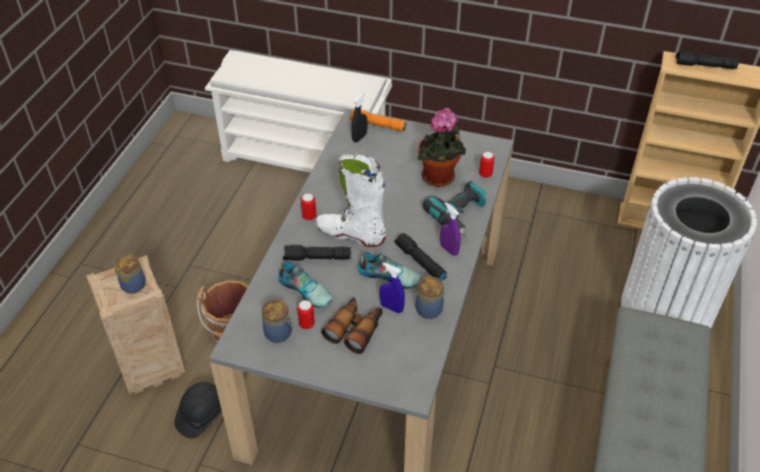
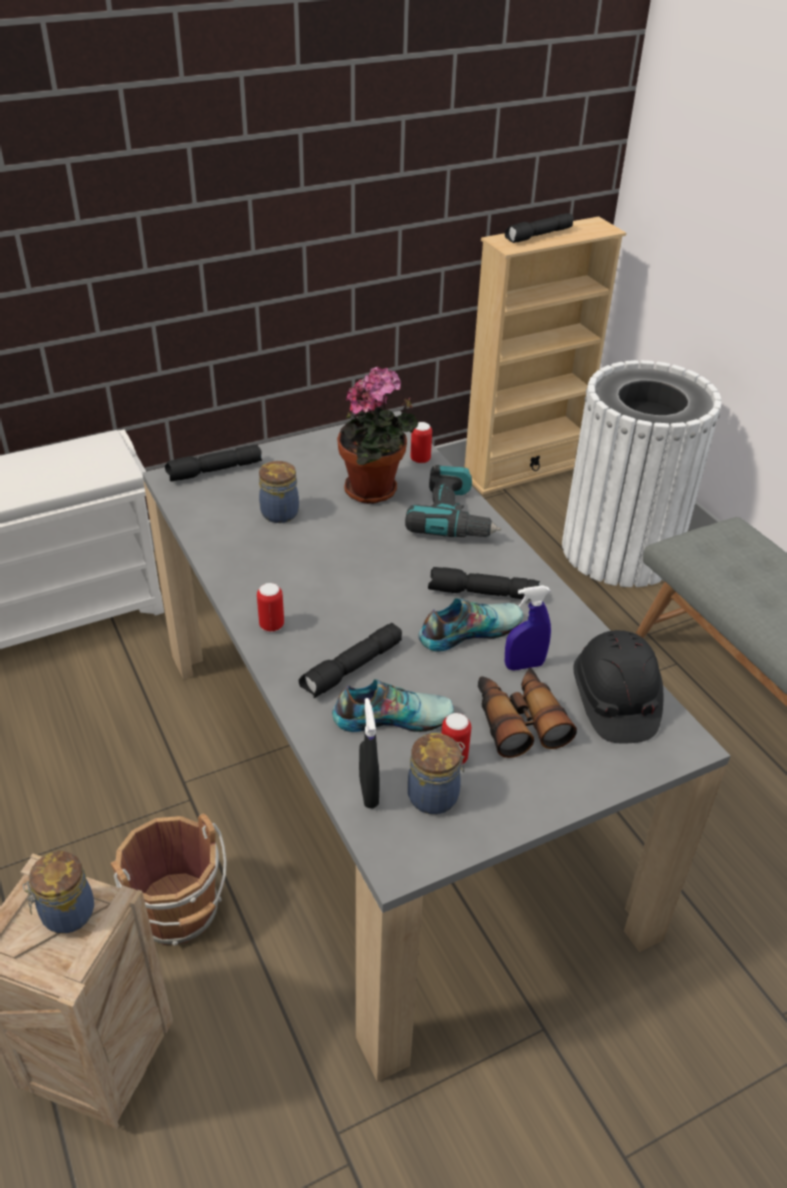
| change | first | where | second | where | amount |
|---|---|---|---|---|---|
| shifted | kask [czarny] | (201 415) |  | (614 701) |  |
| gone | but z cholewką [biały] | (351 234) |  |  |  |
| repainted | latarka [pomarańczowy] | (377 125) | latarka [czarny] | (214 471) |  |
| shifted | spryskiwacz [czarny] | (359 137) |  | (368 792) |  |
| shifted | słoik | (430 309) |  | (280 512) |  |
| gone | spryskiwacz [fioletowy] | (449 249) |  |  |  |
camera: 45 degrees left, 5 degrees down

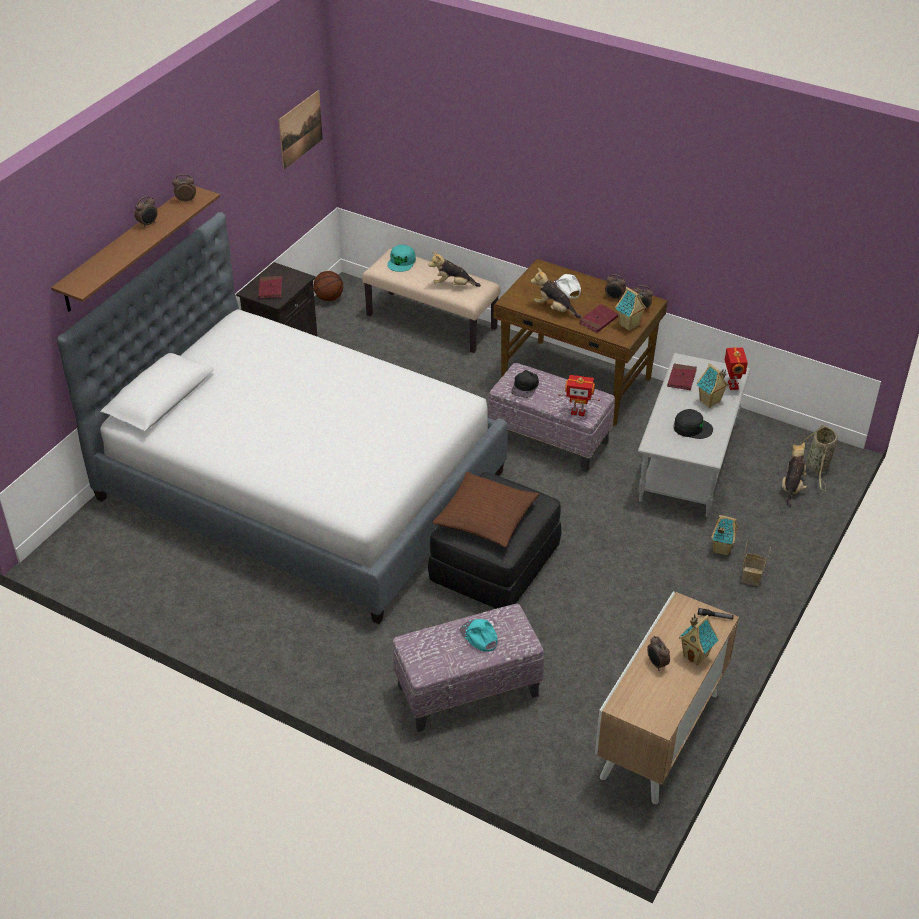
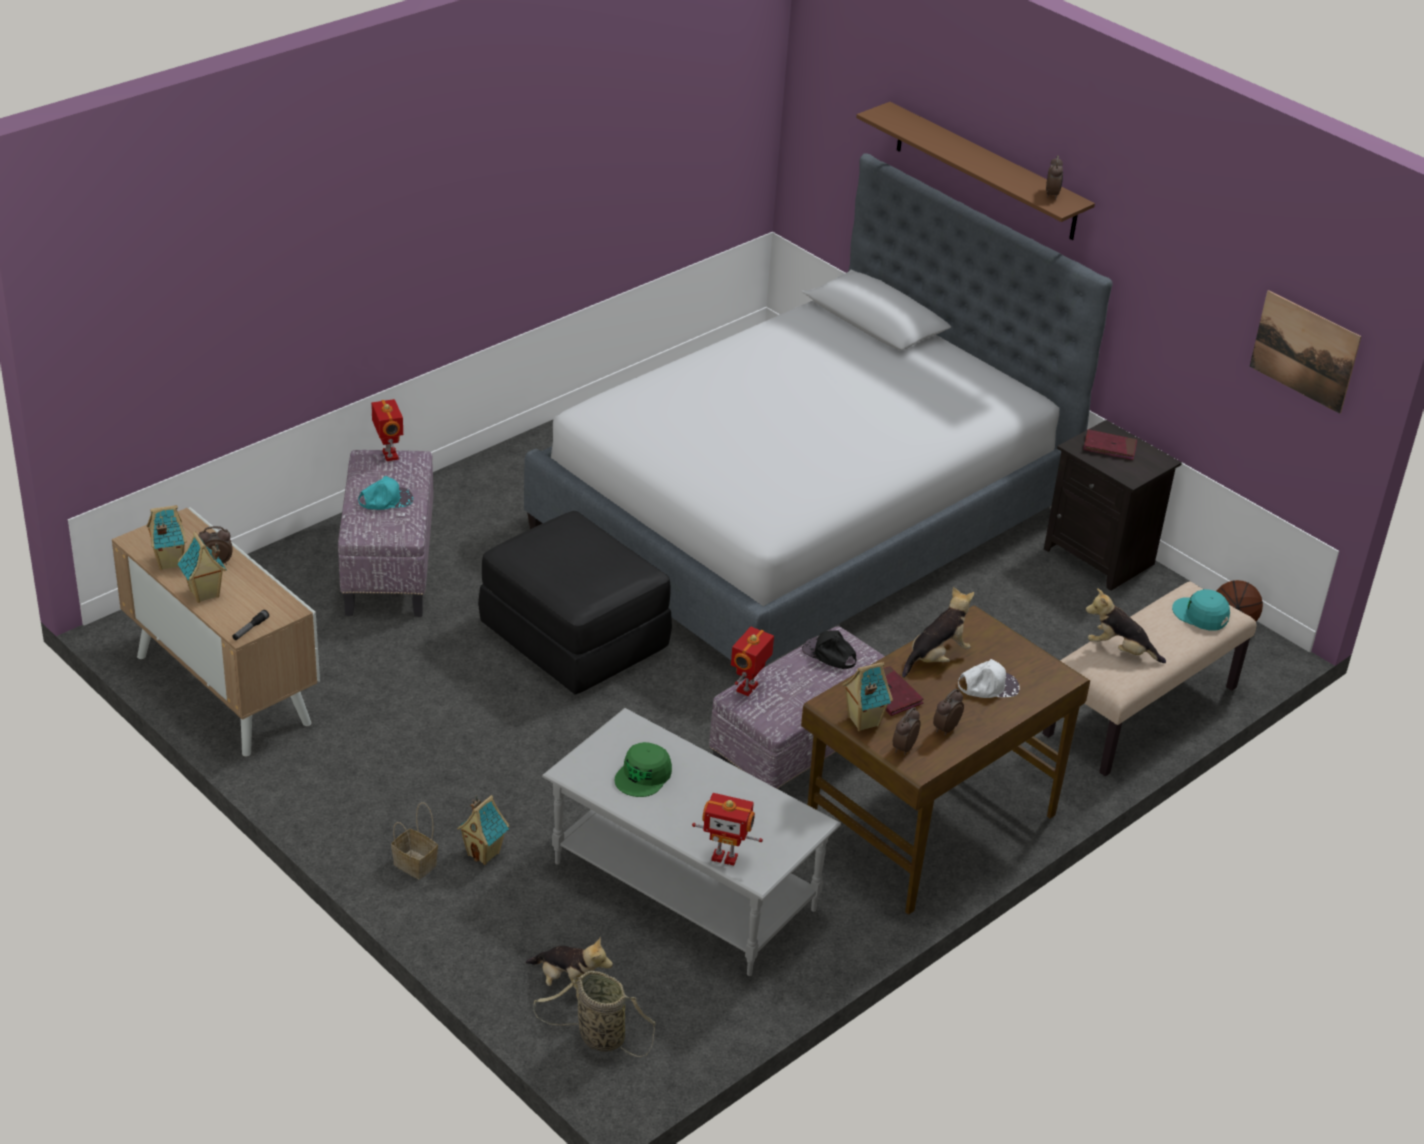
| change | first | where | second | where | amount |
|---|---|---|---|---|---|
| gone | budzik | (148 224) |  |  |  |
| rotated | pluszak | (453 285) |  | (1120 650) | 90 degrees counterclockwise |
| gone | poduszka [brązowy] | (485 517) |  |  |  |
| gone | książka [czerwony] | (681 378) |  |  |  |
| repainted | czapka z daszkiem [czarny] | (692 428) | czapka z daszkiem [zielony] | (643 775) |  |
| shifted | domek | (710 402) |  | (168 562) |  |
| new |  |  | robot zabawkowy | (389 455) |  |
camera: 105 degrees right, 5 degrees down

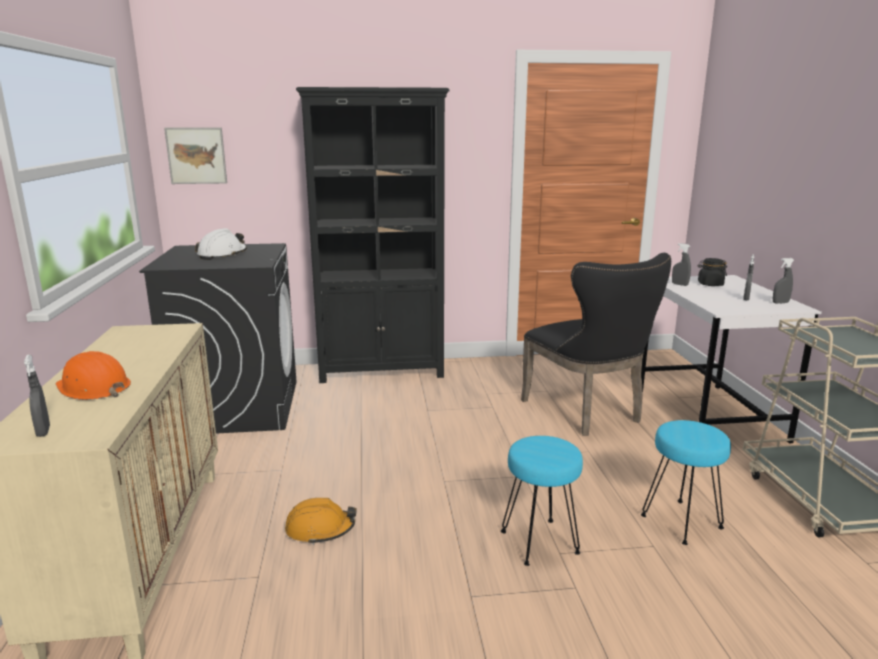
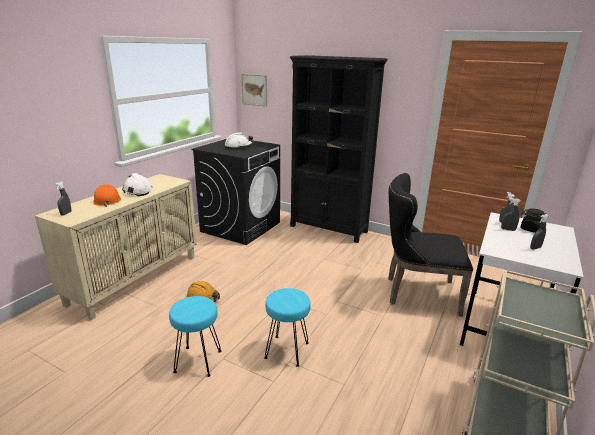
| change | first | where | second | where | amount |
|---|---|---|---|---|---|
| rotated | krzesło [czarny] | (588 412) |  | (416 293) | 90 degrees clockwise |
| shifted | stołek [turkusowy] | (681 521) |  | (198 361) |  |
| shifted | spryskiwacz [szary] | (780 303) |  | (508 229) |  |
| new |  |  | kask [biały] | (137 191) |  |
camera: 35 degrees right, 5 degrees up

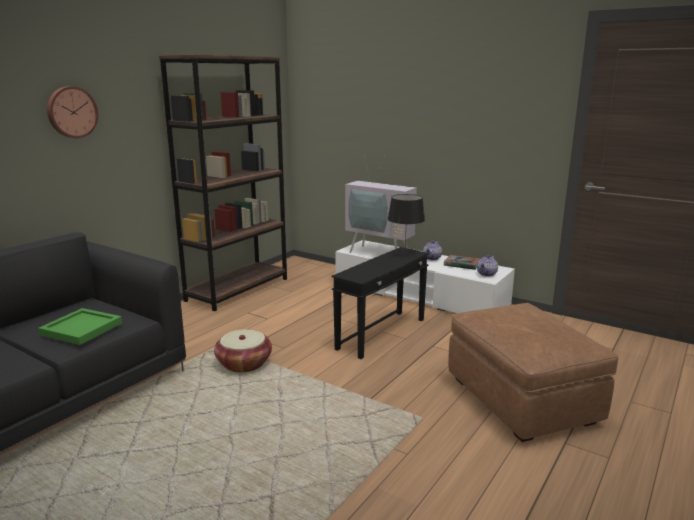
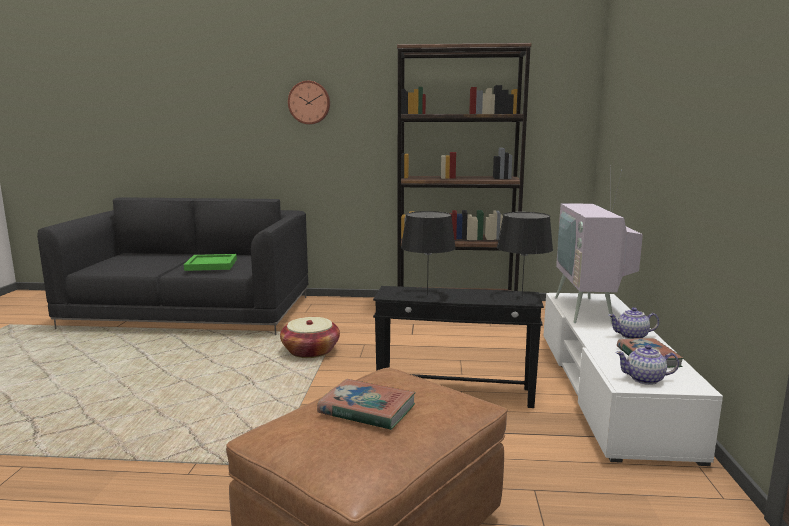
| change | first | where | second | where | amount |
|---|---|---|---|---|---|
| new |  |  | książka | (367 409) |  |
| new |  |  | lampa stołowa [czarny] | (428 295) |  |
camera: 60 degrees right, 5 degrees down

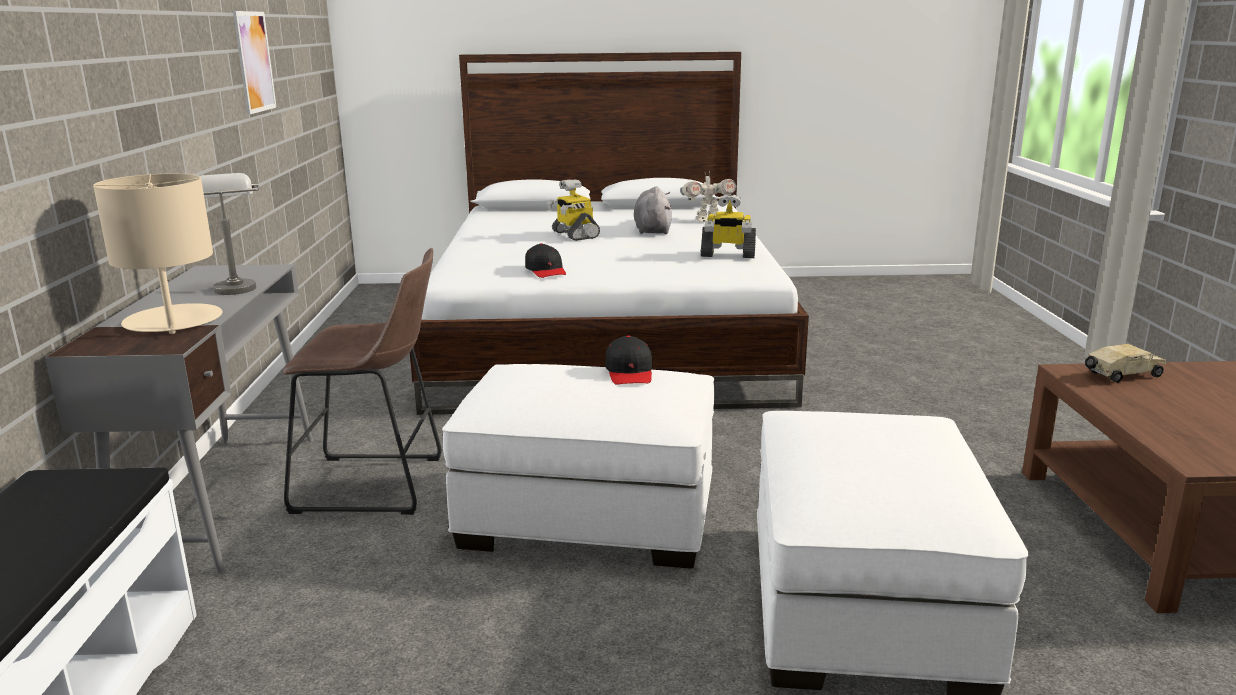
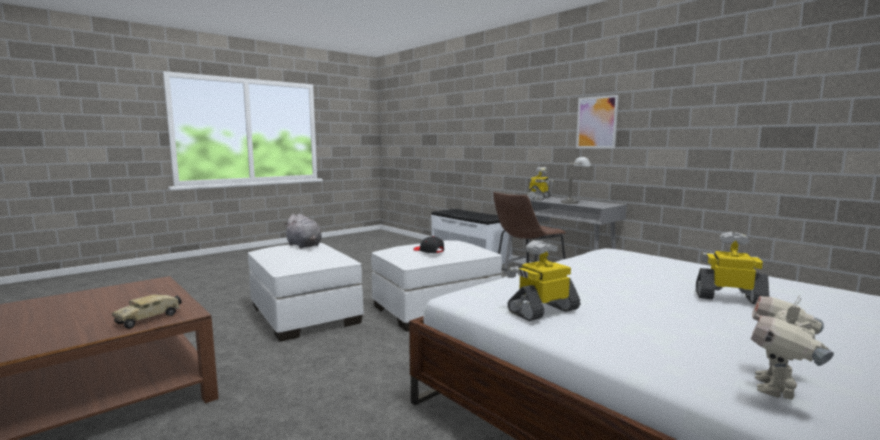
| change | first | where | second | where | amount |
|---|---|---|---|---|---|
| swapped | lampa stołowa [beżowy] | (173 321) | robot zabawkowy | (539 198) |  |
| shifted | obraz | (254 62) |  | (596 122) |  |
| gone | czapka z daszkiem [czarny] | (546 270) |  |  |  |
| shifted | pluszak [szary] | (652 230) |  | (304 246) |  |
camera: 140 degrees right, 10 degrees down

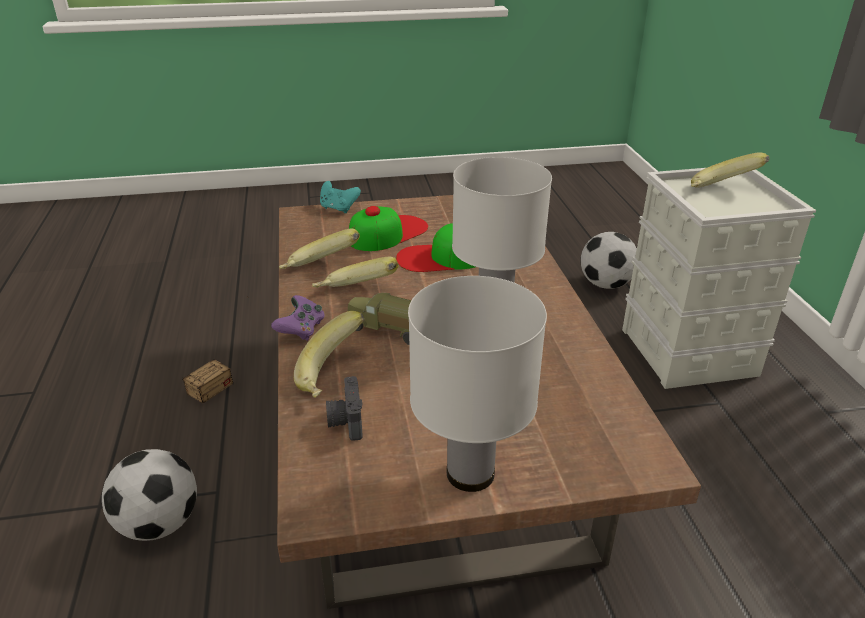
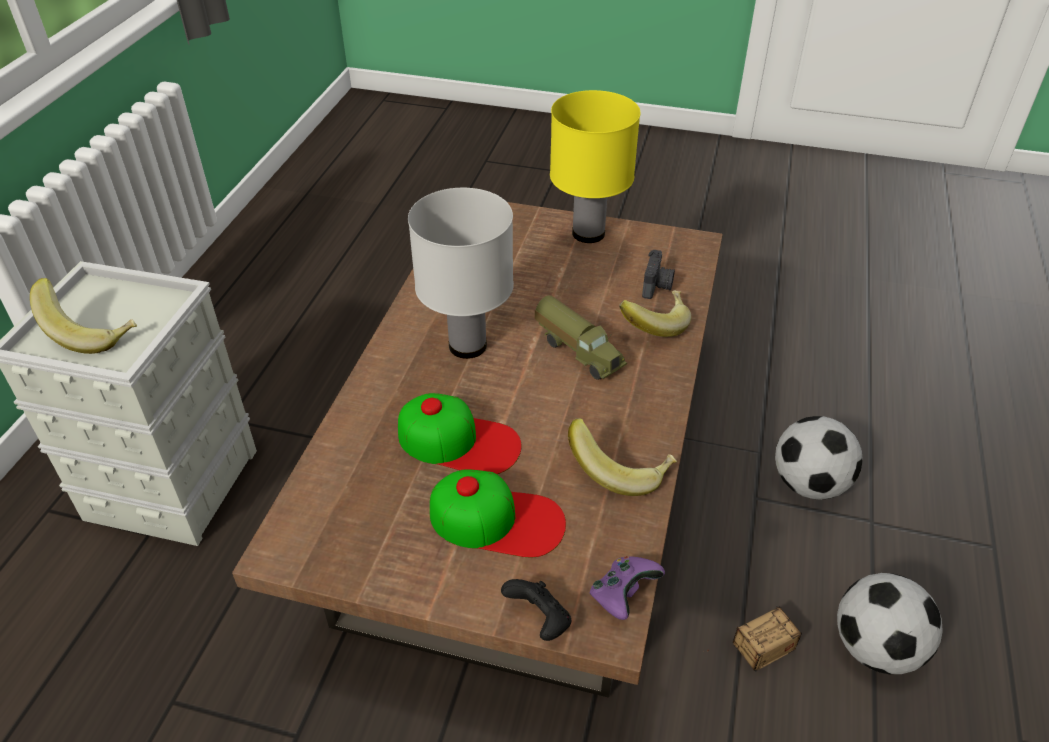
| change | first | where | second | where | amount |
|---|---|---|---|---|---|
| shifted | pad do gier [fioletowy] | (301 330) |  | (623 595) |  |
| gone | banan | (356 294) |  |  |  |
| repainted | pad do gier [turkusowy] | (338 208) | pad do gier [czarny] | (539 620) |  |
| rotated | czapka z daszkiem | (388 233) |  | (497 519) | 150 degrees counterclockwise |
| repainted | lampa stołowa [biały] | (470 474) | lampa stołowa [żółty] | (589 233) |  |
| shifted | piłka futbolowa | (605 284) |  | (876 648) |  |
camera: 155 degrees left, 10 degrees up

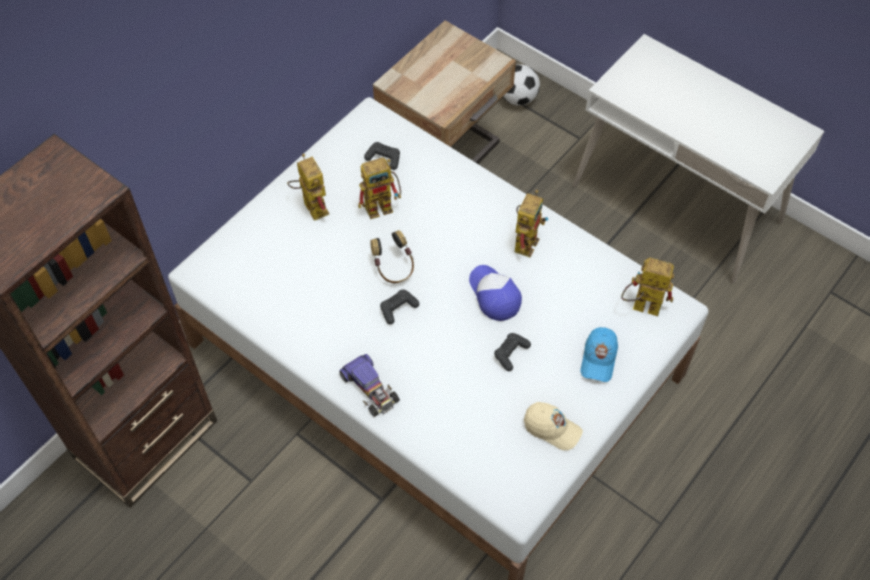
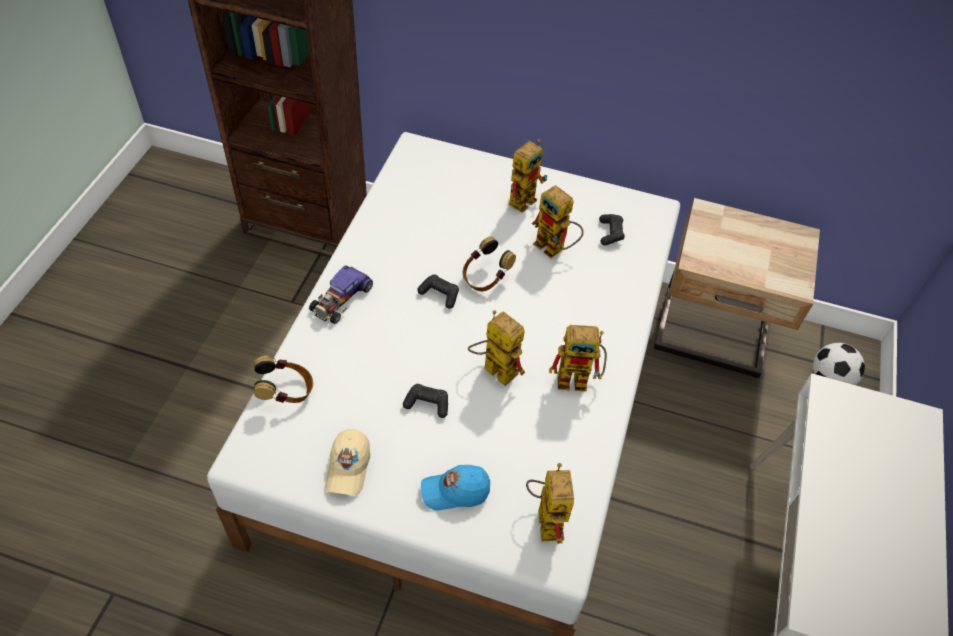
| change | first | where | second | where | amount |
|---|---|---|---|---|---|
| swapped | czapka z daszkiem | (494 295) | robot zabawkowy | (493 369) |  |
| new |  |  | słuchawki | (286 392) |  |
camera: 65 degrees right, 5 degrees down

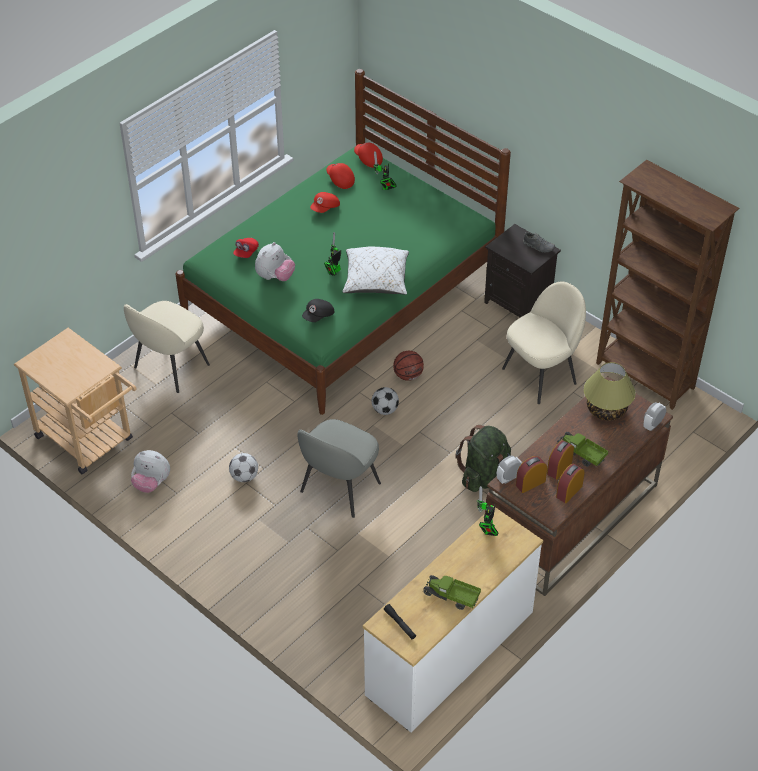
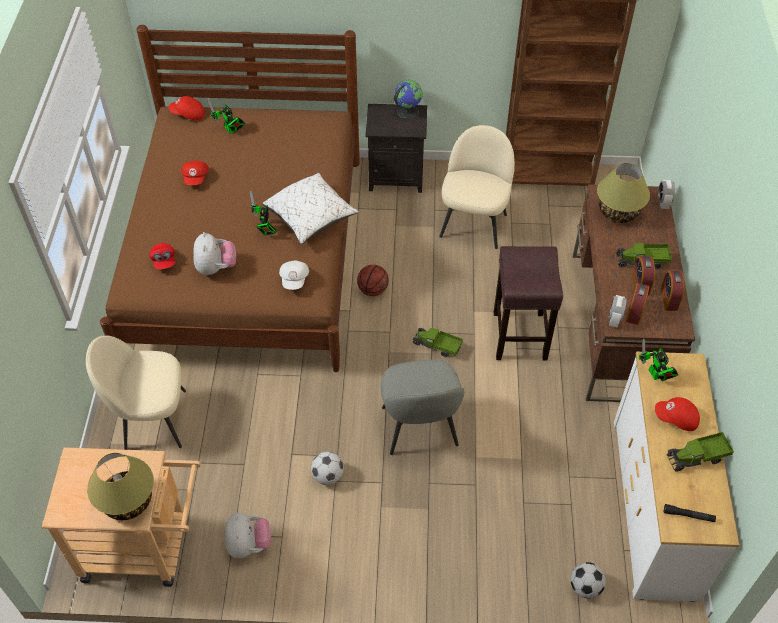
| change | first | where | second | where | amount |
|---|---|---|---|---|---|
| rotated | krzesło [beżowy] | (170 367) |  | (152 419) | 90 degrees clockwise |
| rotated | pluszak | (151 483) |  | (248 544) | 75 degrees counterclockwise |
| repainted | łóżko [zielony] | (342 296) | łóżko [brązowy] | (247 255) |  |
| repainted | czapka z daszkiem [czarny] | (318 316) | czapka z daszkiem [biały] | (295 279) |  |
| shifted | czapka z daszkiem [czerwony] | (340 180) |  | (676 419) |  |
| shifted | piłka futbolowa | (385 410) |  | (585 587) |  |
| swapped | plecak [zielony] | (484 475) | stołek [brązowy] | (519 335) |  |
| swapped | but [szary] | (538 246) | globus | (407 112) |  |
| new |  |  | lampa stołowa | (128 500) |  |
| new |  |  | ciężarówka zabawkowa | (437 346) |  |
camera: 40 degrees left, 5 degrees up

